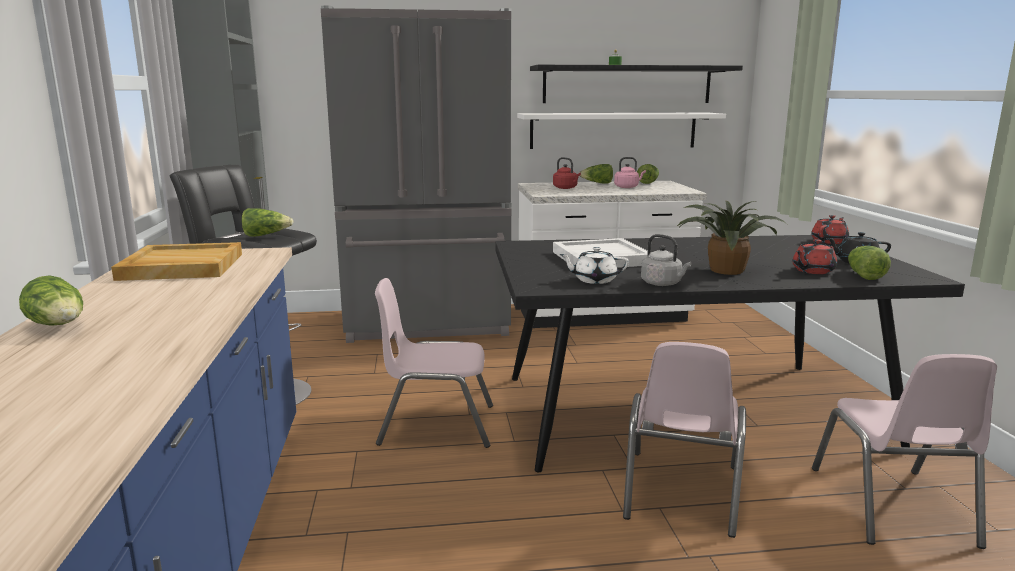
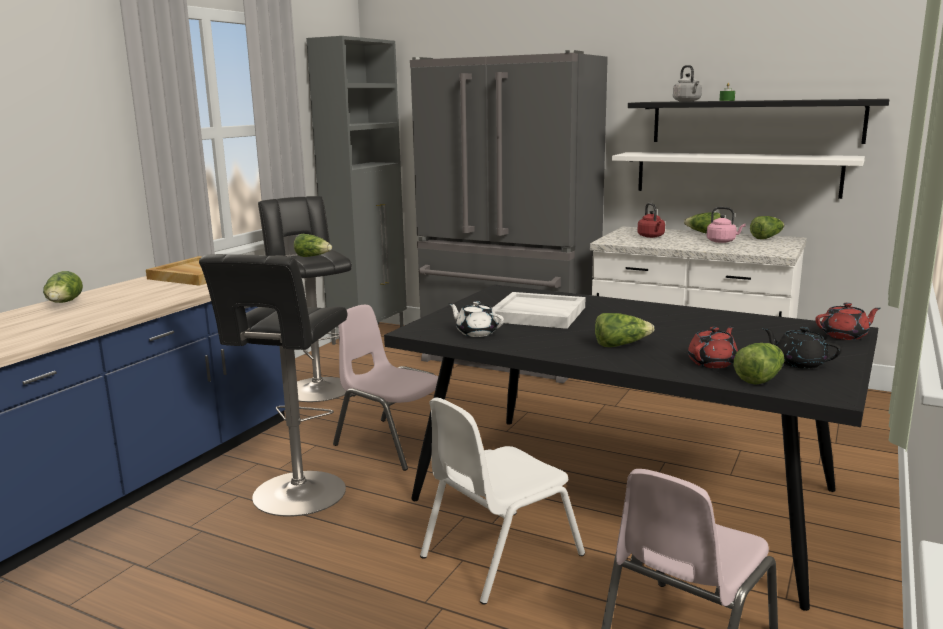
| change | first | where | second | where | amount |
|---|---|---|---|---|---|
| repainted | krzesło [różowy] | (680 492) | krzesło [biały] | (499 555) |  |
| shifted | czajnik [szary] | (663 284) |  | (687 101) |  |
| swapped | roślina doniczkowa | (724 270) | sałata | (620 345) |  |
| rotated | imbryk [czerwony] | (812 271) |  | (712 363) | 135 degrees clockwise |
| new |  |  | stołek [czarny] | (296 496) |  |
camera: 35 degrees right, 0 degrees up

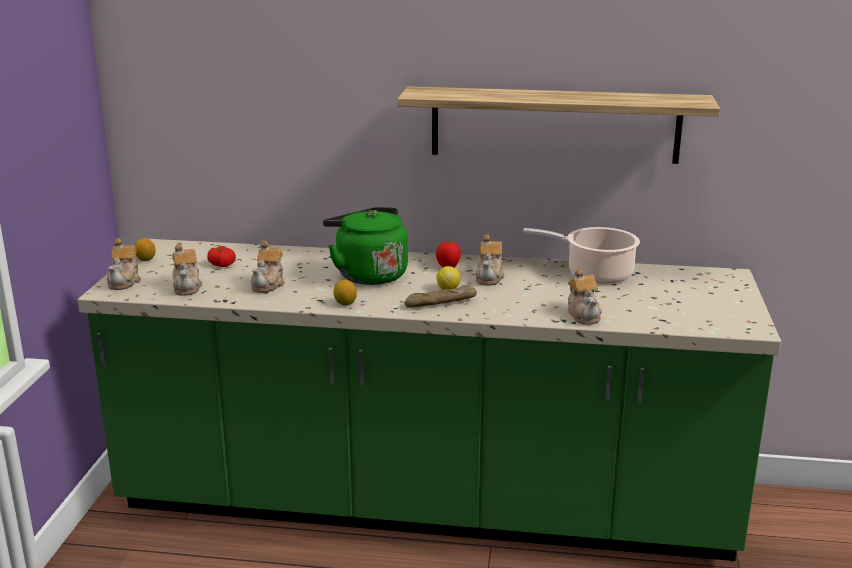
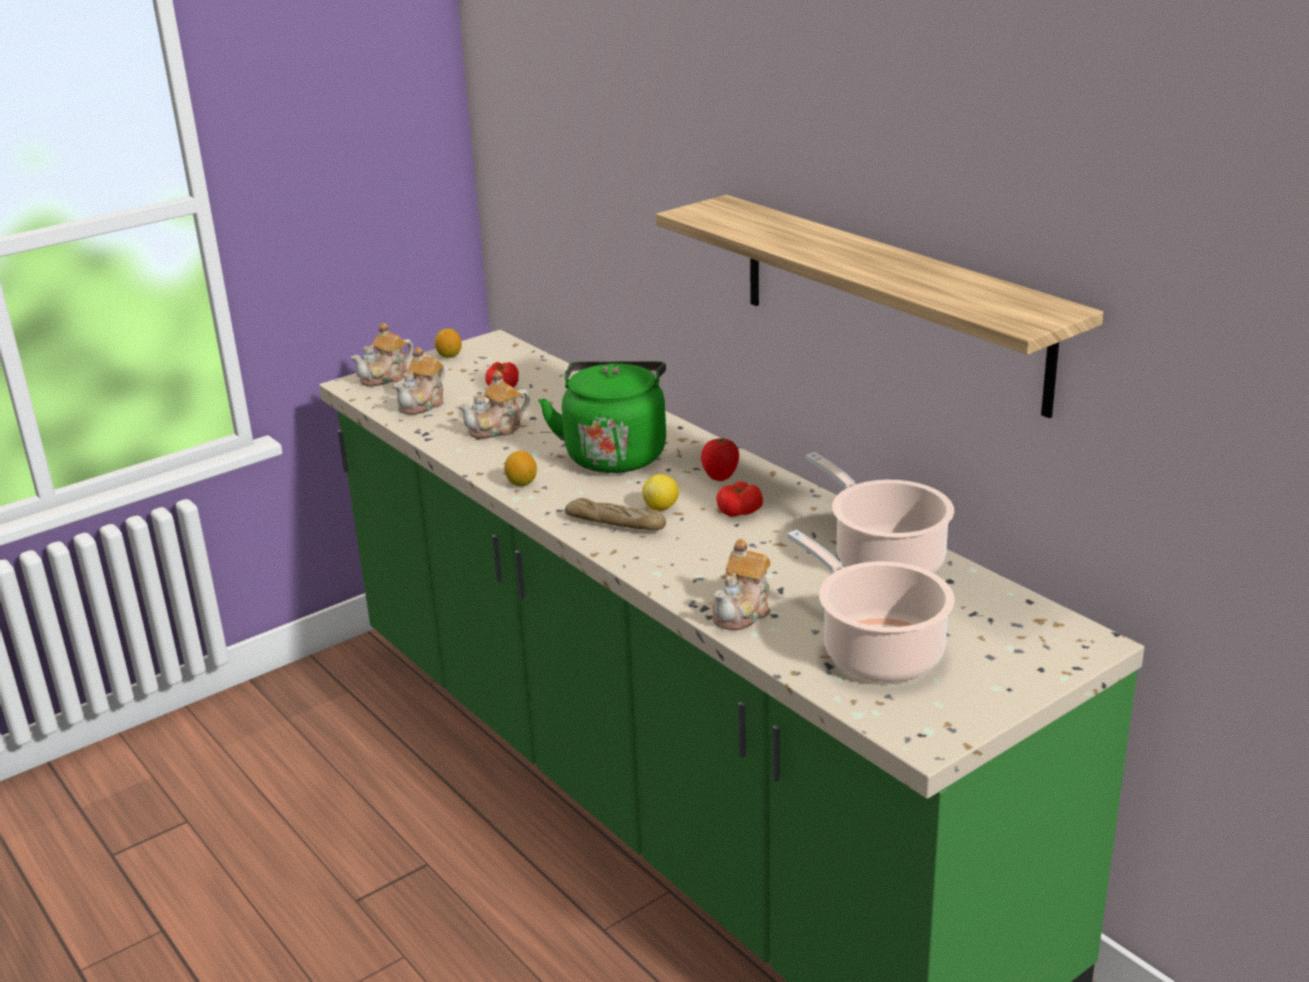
| change | first | where | second | where | amount |
|---|---|---|---|---|---|
| swapped | imbryk | (489 277) | pomidor | (739 511) |  |
| new |  |  | garnek | (877 650) |  |
camera: 45 degrees right, 5 degrees up

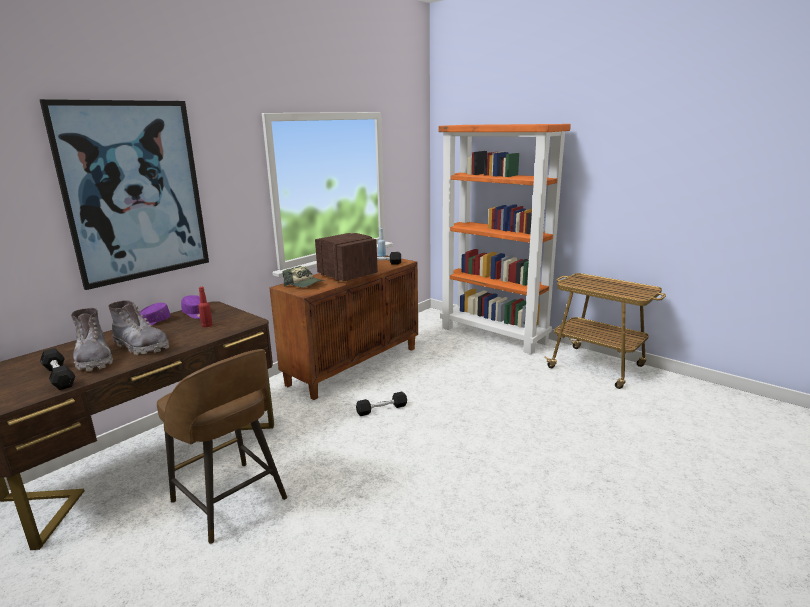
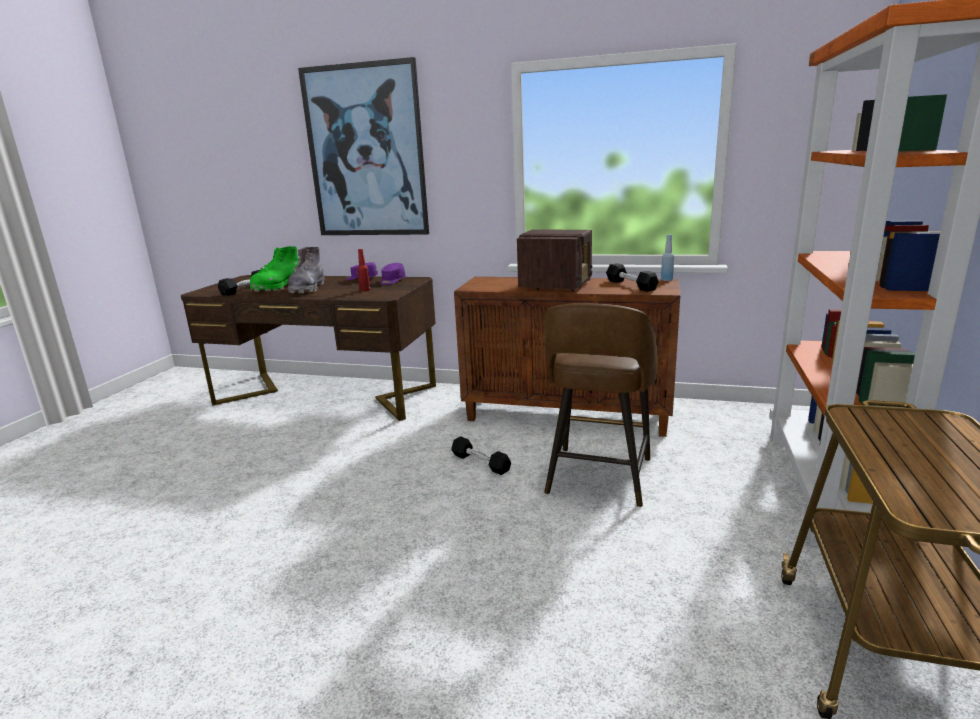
| change | first | where | second | where | amount |
|---|---|---|---|---|---|
| repainted | but z cholewką [szary] | (94 359) | but z cholewką [zielony] | (278 287) |  |
| shifted | stołek [brązowy] | (231 502) |  | (598 478) |  |
| gone | czapka z daszkiem | (304 284) |  |  |  |
camera: 65 degrees right, 0 degrees up

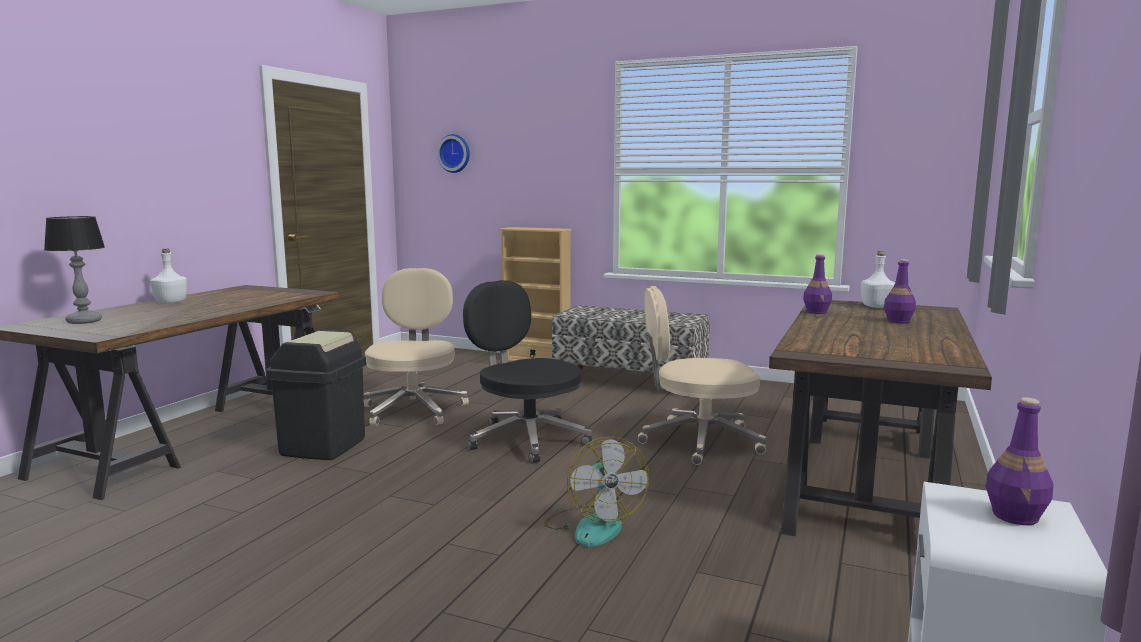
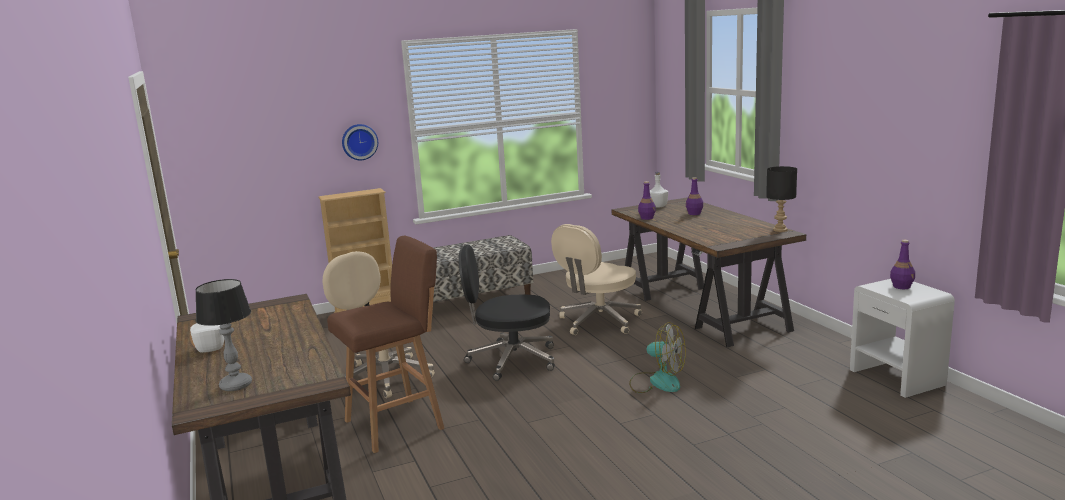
| change | first | where | second | where | amount |
|---|---|---|---|---|---|
| swapped | kosz na śmieci [czarny] | (324 446) | stołek [brązowy] | (397 423) |  |
| shifted | zegar ścienny | (455 153) |  | (359 142) |  |
| new |  |  | lampa stołowa [czarny] | (779 230) |  |
camera: 45 degrees left, 5 degrees up

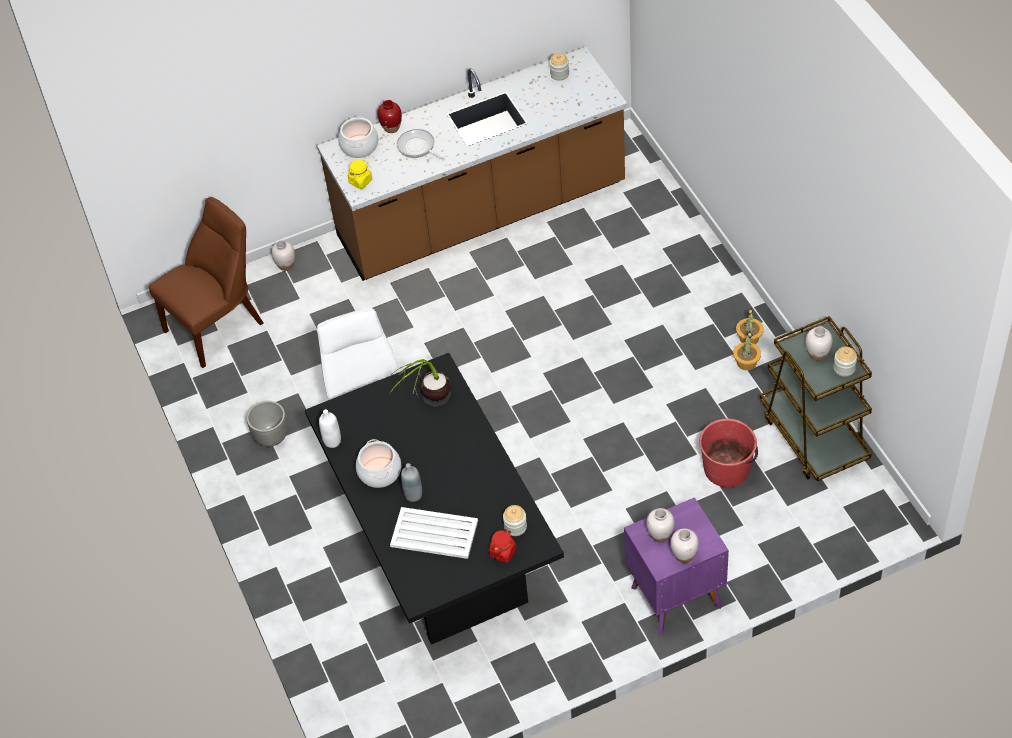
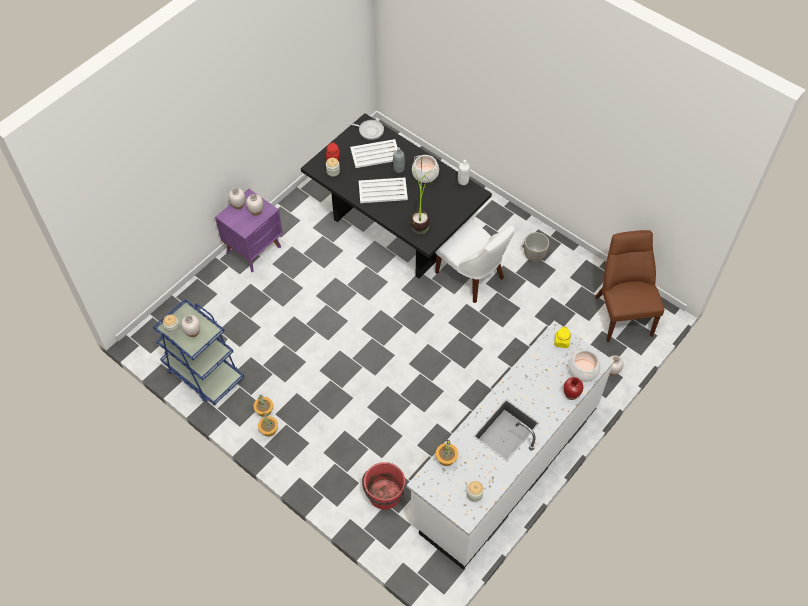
| change | first | where | second | where | amount |
|---|---|---|---|---|---|
| rotated | krzesło [brązowy] | (218 325) |  | (622 313) | 150 degrees clockwise |
| repainted | zabudowa kuchenna [brązowy] | (482 213) | zabudowa kuchenna [biały] | (505 464) |  |
| shifted | patelnia | (418 147) |  | (369 130) |  |
| shifted | wiadro [czerwony] | (727 468) |  | (384 495) |  |
| repainted | wózek [brązowy] | (814 436) | wózek [niebieski] | (203 373) |  |
| new |  |  | taca [biały] | (382 191) |  |
| new |  |  | roślina doniczkowa | (446 458) |  |
camera: 150 degrees right, 5 degrees up

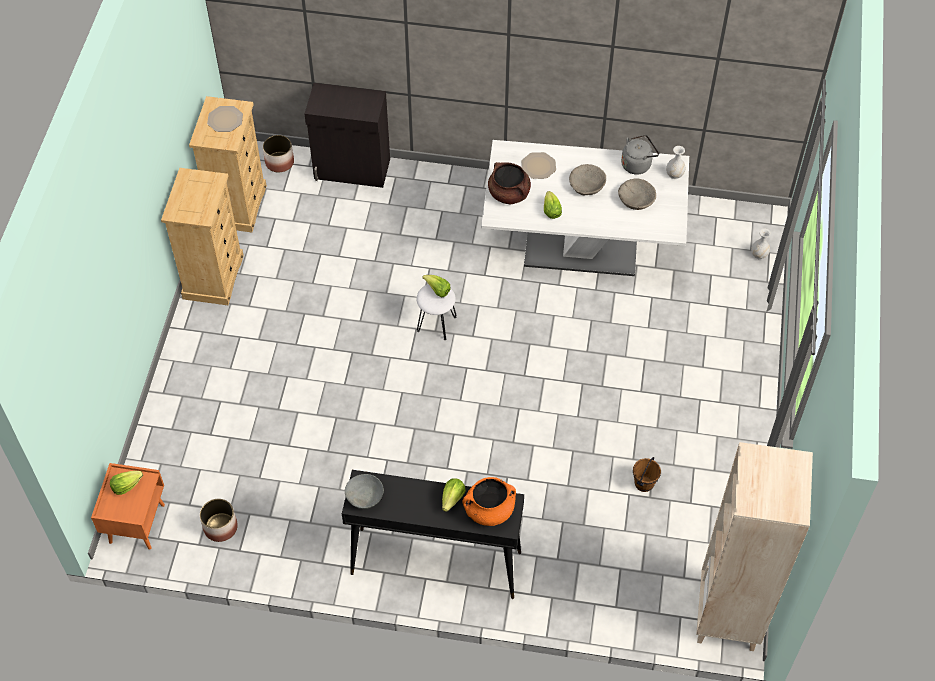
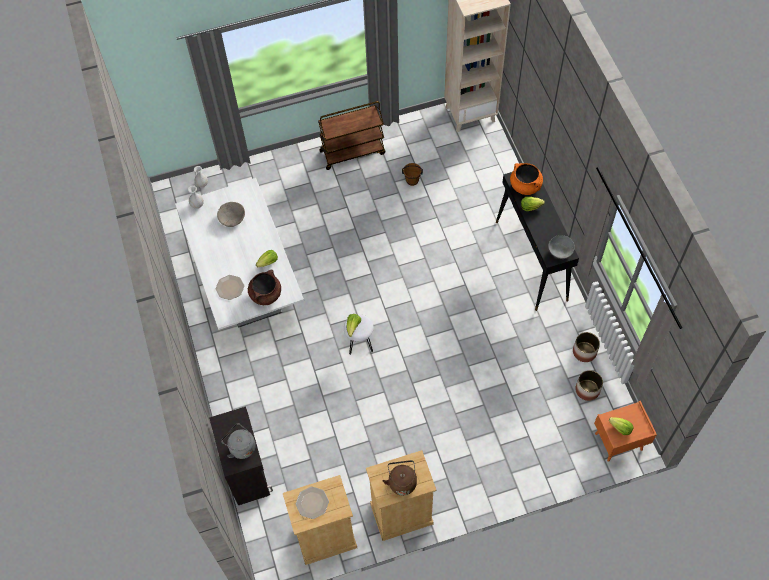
| change | first | where | second | where | amount |
|---|---|---|---|---|---|
| shifted | donica | (279 162) |  | (584 352) |  |
| gone | miska [beżowy] | (587 185) |  |  |  |
| shifted | czajnik [szary] | (637 164) |  | (241 447) |  |
| new |  |  | wózek [brązowy] | (353 152) |  |
| new |  |  | czajnik [brązowy] | (402 481) |  |
camera: 115 degrees left, 5 degrees up

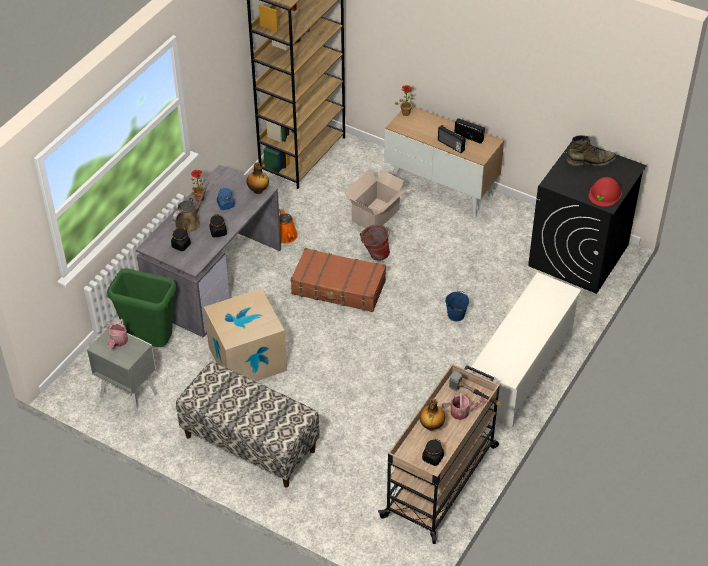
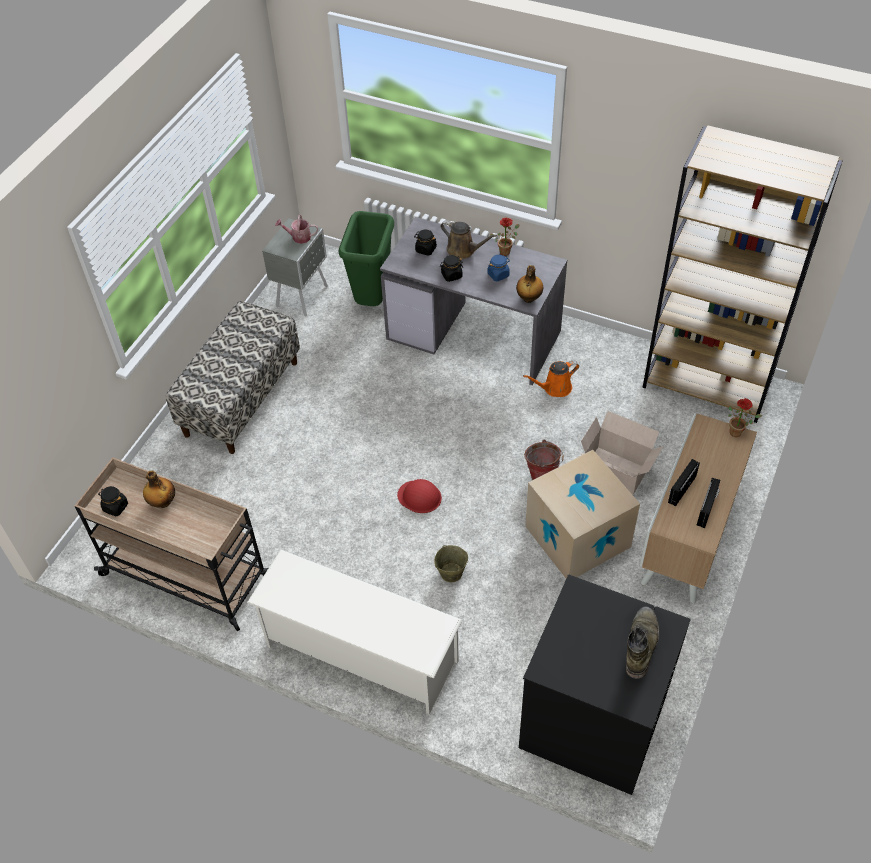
| change | first | where | second | where | amount |
|---|---|---|---|---|---|
| shifted | karton | (247 359) |  | (577 536) |  |
| gone | walizka [brązowy] | (338 288) |  |  |  |
| gone | konewka | (462 412) |  |  |  |
| repainted | wiadro [niebieski] | (456 315) | wiadro [beżowy] | (451 573) |  |
| gone | młotek | (472 397) |  |  |  |
| rotated | but z cholewką [zielony] | (591 161) |  | (641 644) | 150 degrees counterclockwise |
| shifted | kask [czerwony] | (605 194) |  | (419 496) |  |
camera: 85 degrees right, 5 degrees up

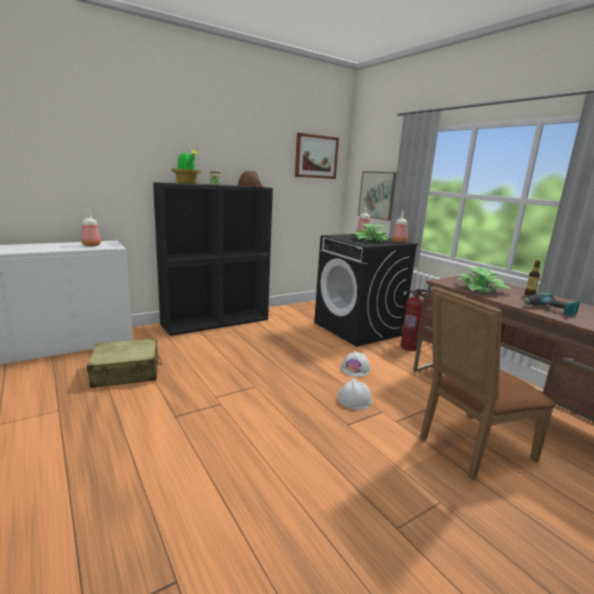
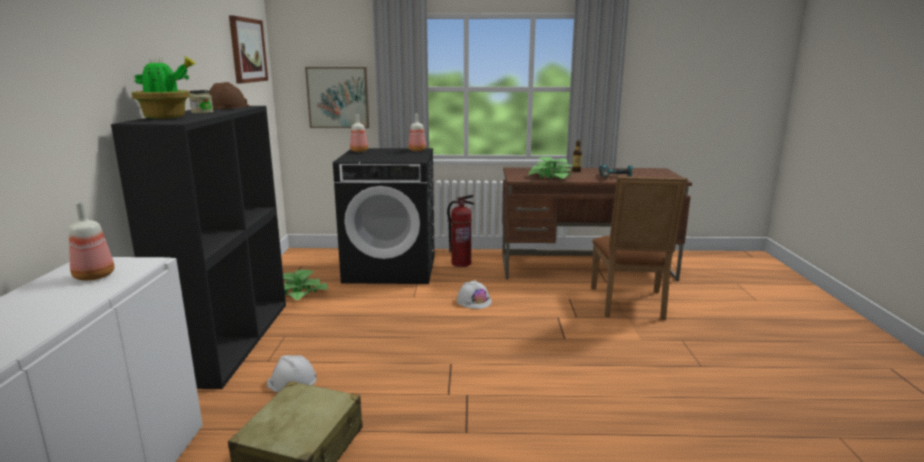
| change | first | where | second | where | amount |
|---|---|---|---|---|---|
| shifted | kask [biały] | (354 399) |  | (291 381) |  |
| shifted | roślina doniczkowa | (371 240) |  | (300 293) |  |
camera: 55 degrees left, 0 degrees up

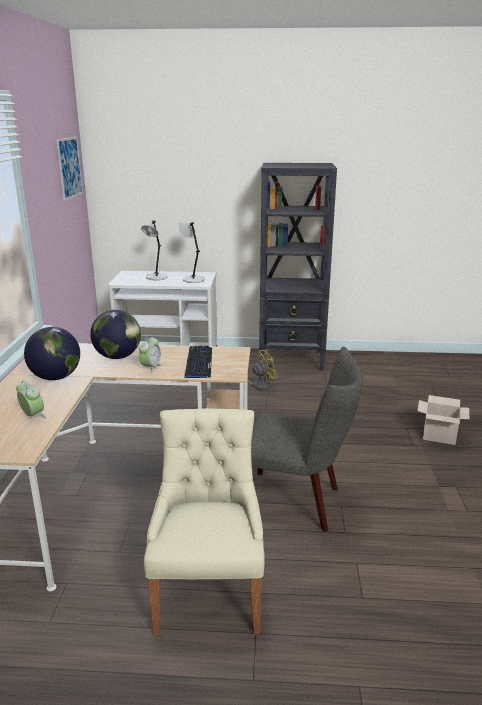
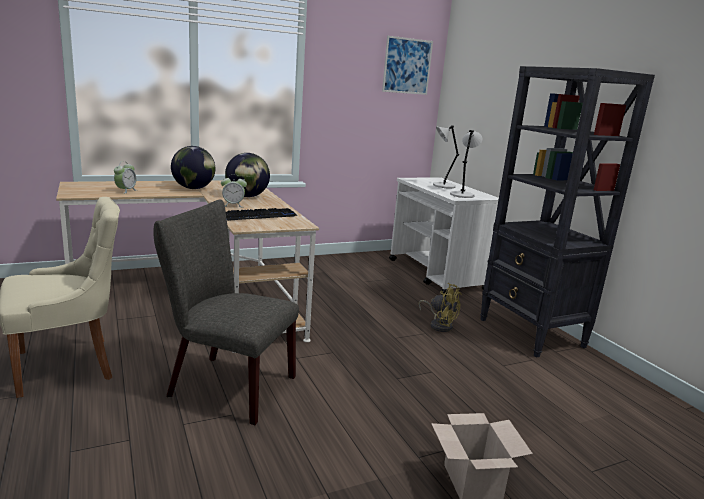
| change | first | where | second | where | amount |
|---|---|---|---|---|---|
| rotated | krzesło [szary] | (296 502) |  | (224 385) | 120 degrees clockwise |
camera: 60 degrees right, 5 degrees down

